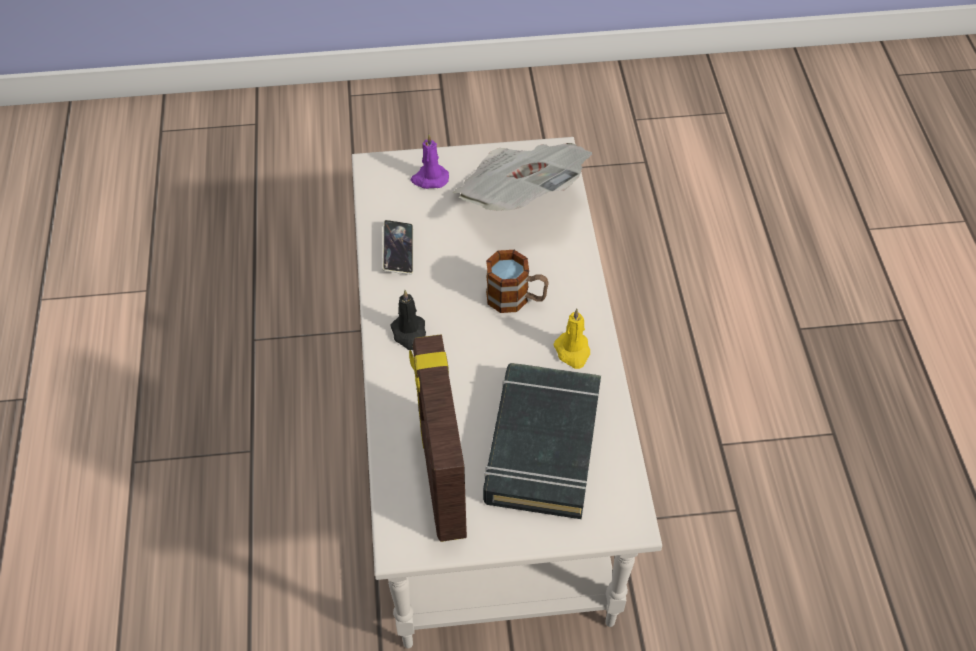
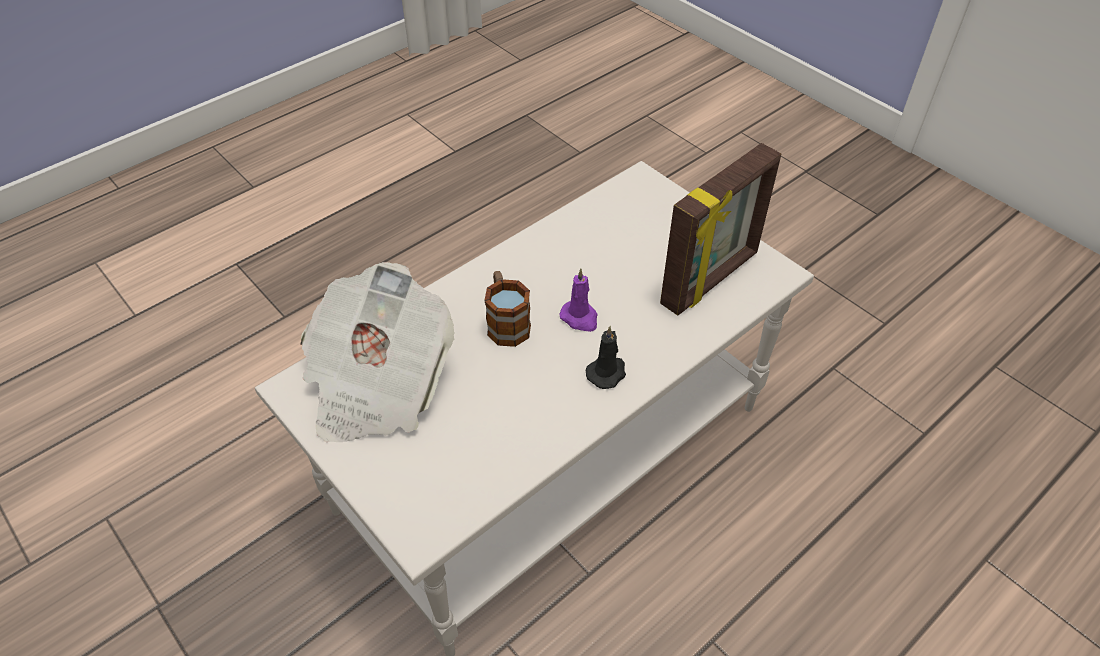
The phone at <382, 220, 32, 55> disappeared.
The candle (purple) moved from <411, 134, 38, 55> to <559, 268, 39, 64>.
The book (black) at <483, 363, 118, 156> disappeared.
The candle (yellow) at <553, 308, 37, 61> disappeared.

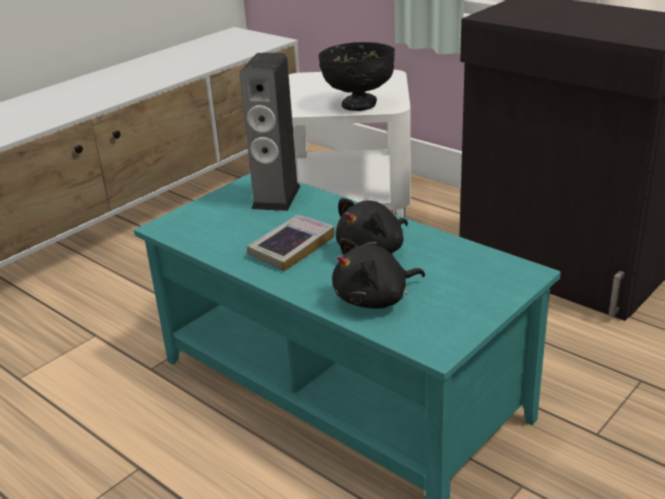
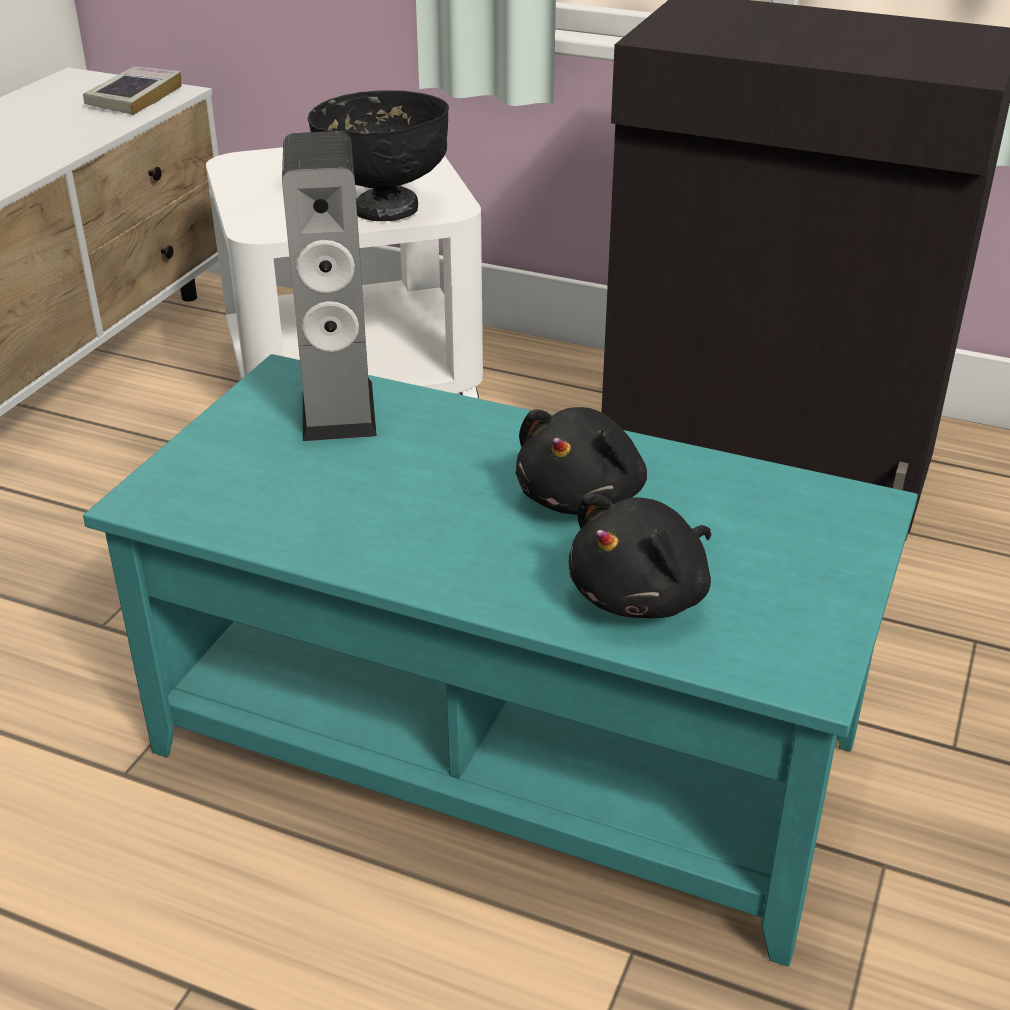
The book moved from <247, 215, 87, 56> to <83, 67, 99, 48>.

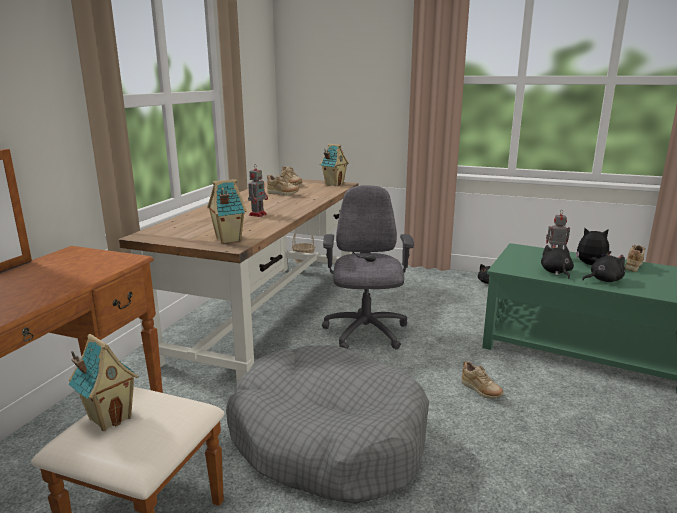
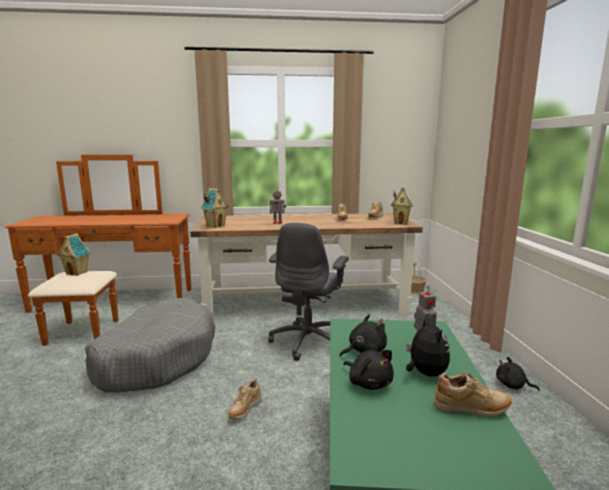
The office chair (grey) at <322, 185, 92, 165> turned 135 degrees clockwise.

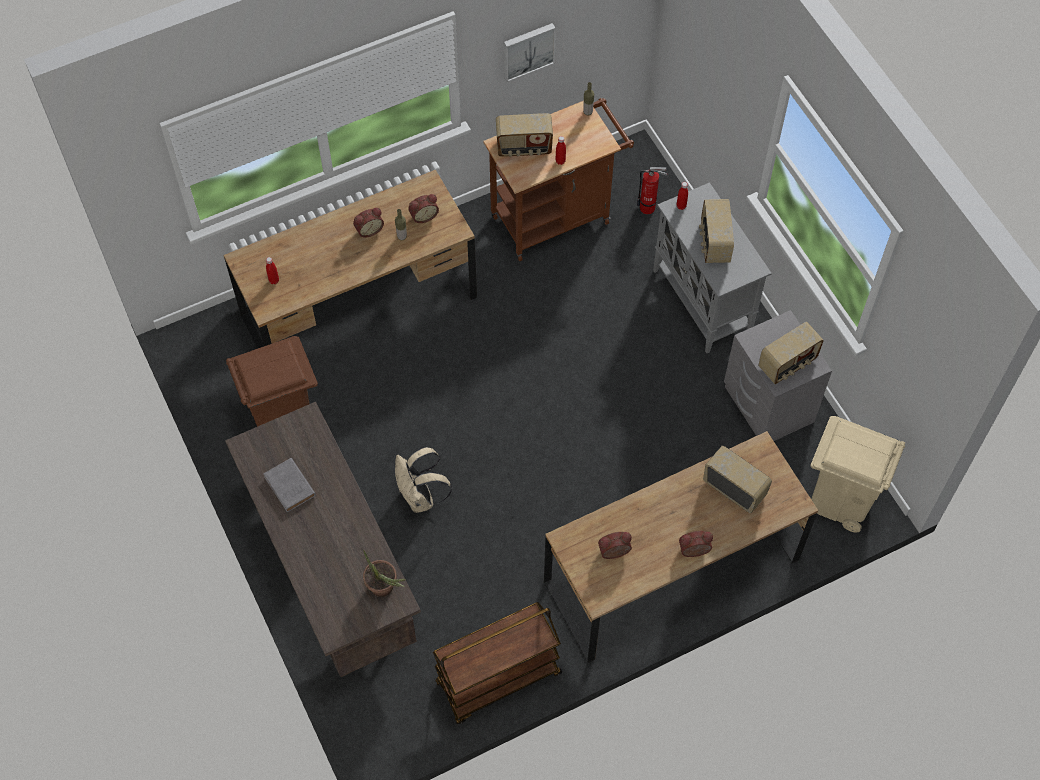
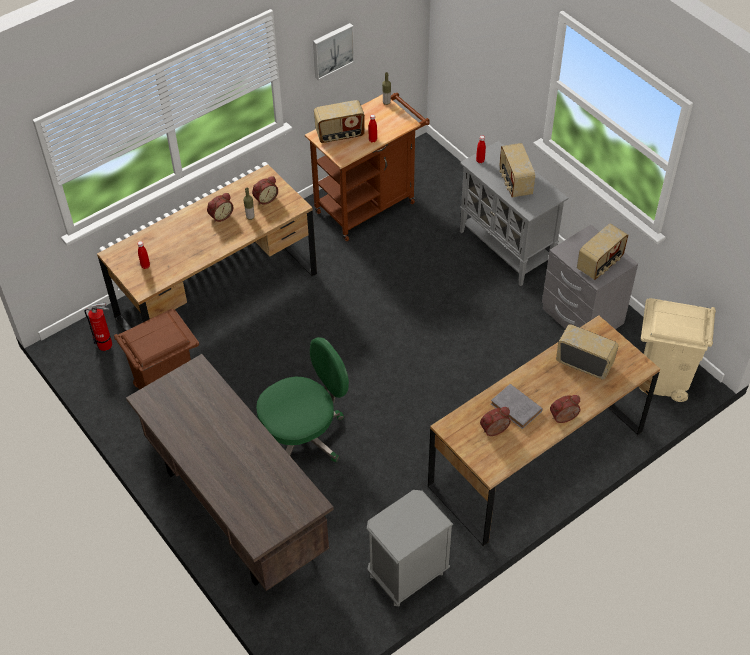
The book (grey) moved from <264, 458, 52, 54> to <491, 384, 52, 45>.
The potted plant at <363, 549, 43, 48> disappeared.
The backpack (beige) at <395, 447, 57, 66> was replaced by the office chair (green) at <256, 337, 93, 125>.
The cart (brown) at <433, 602, 129, 122> was replaced by the nightstand (grey) at <367, 490, 86, 117>.
The fire extinguisher moved from <637, 167, 30, 47> to <84, 303, 28, 48>.

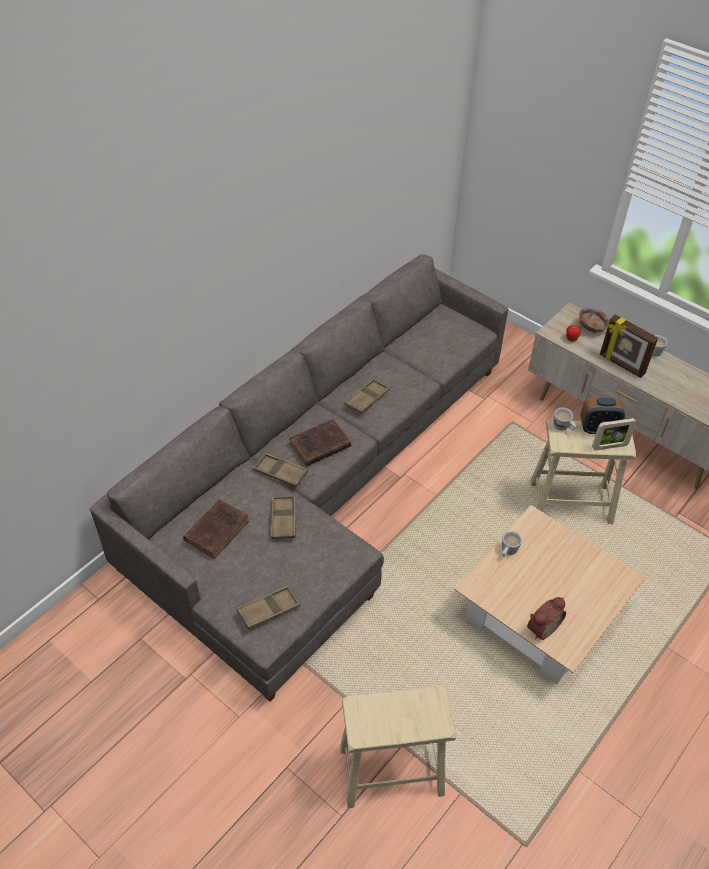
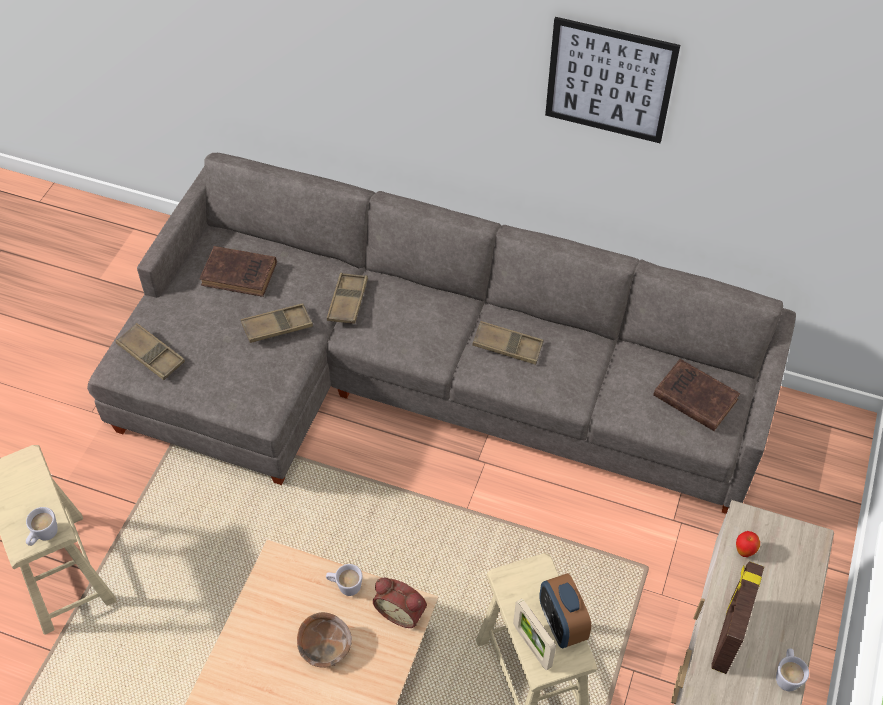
The book (brown) moved from <289, 419, 62, 47> to <653, 359, 87, 72>.
The alarm clock moved from <527, 597, 39, 43> to <373, 577, 54, 51>.
The mug (white) moved from <554, 408, 22, 23> to <26, 507, 32, 39>.
The bowl (brown) moved from <578, 307, 31, 27> to <297, 612, 55, 56>.
The picture at <545, 17, 135, 126> appeared.

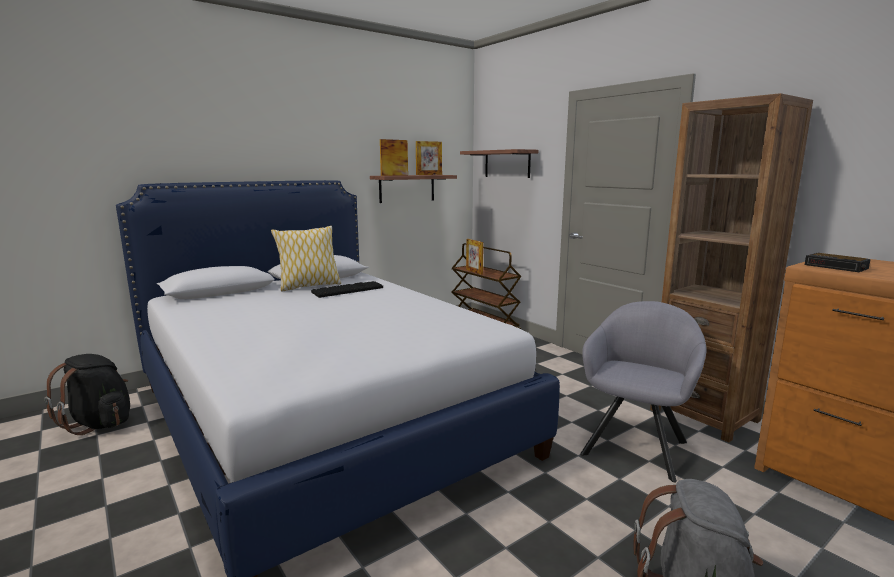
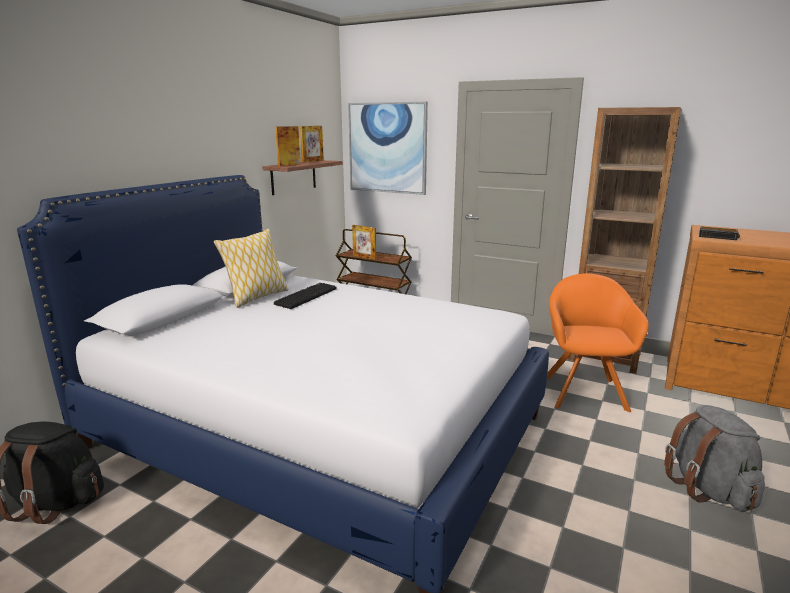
The shelf at <460, 149, 78, 29> was replaced by the picture at <348, 102, 80, 93>.
The armchair (grey) at <580, 301, 127, 181> became the armchair (orange) at <547, 273, 102, 139>.

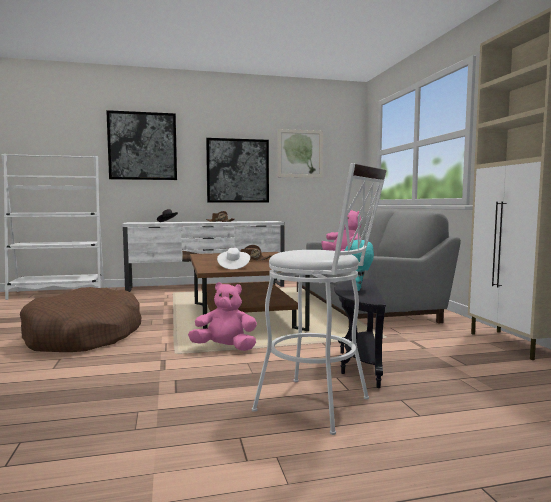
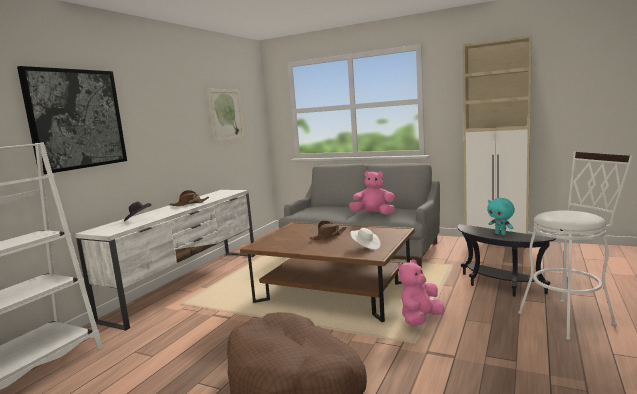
The picture at <206, 138, 63, 65> disappeared.

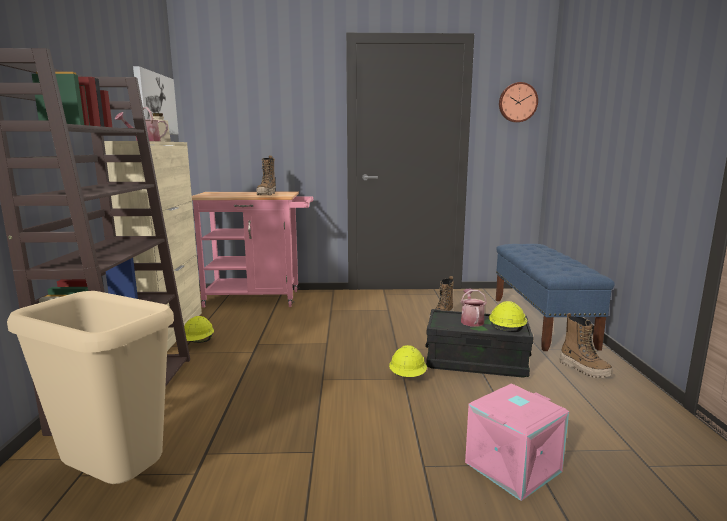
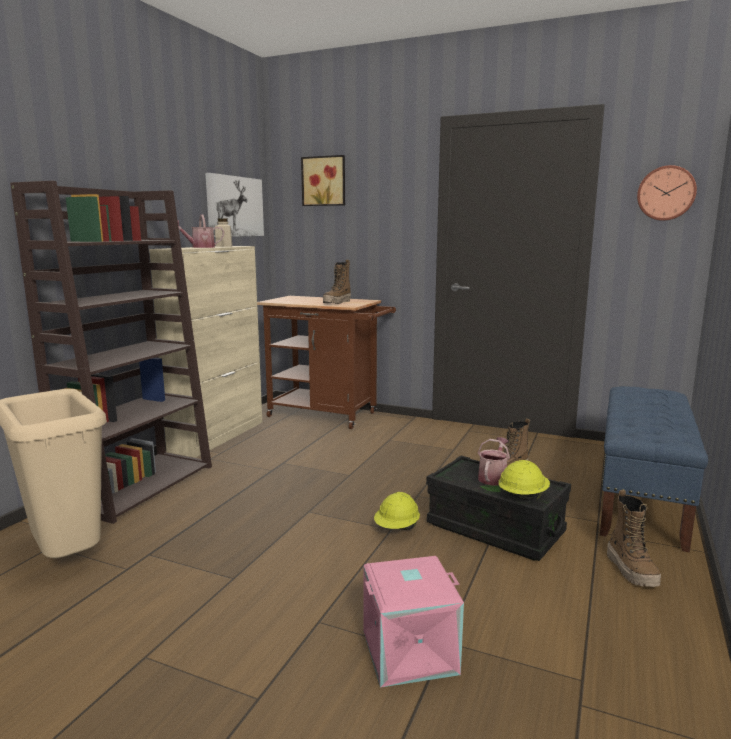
The hard hat (yellow) at <184, 316, 30, 27> disappeared.
The cart (pink) at <192, 192, 121, 116> became the cart (brown) at <257, 296, 139, 133>.
The picture at <301, 155, 44, 51> appeared.

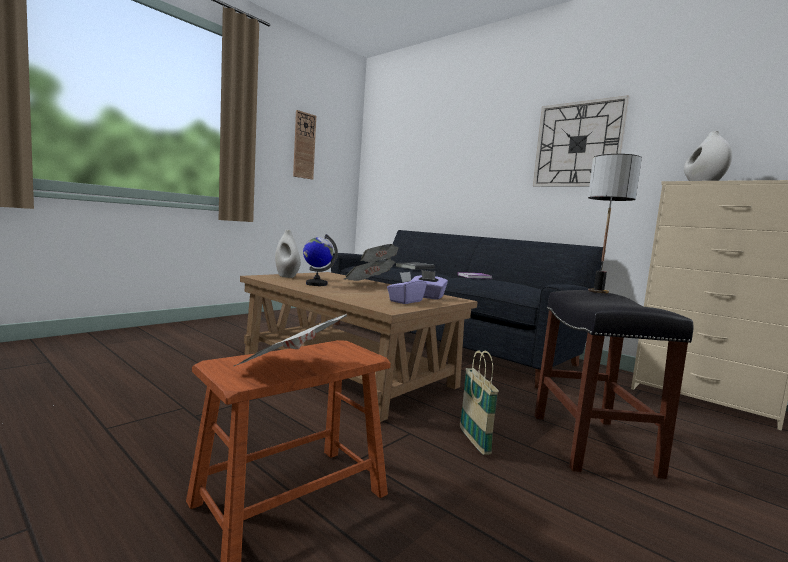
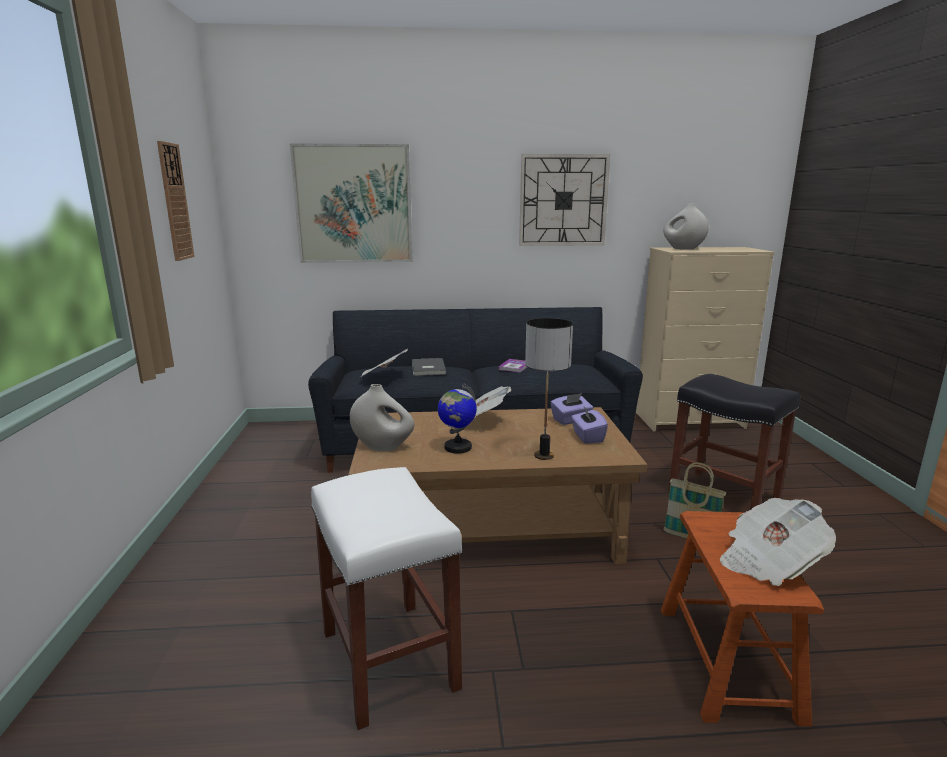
The table lamp moved from <588, 154, 54, 139> to <525, 318, 48, 142>.
The picture at <290, 143, 122, 120> appeared.
The stool (white) at <311, 467, 152, 263> appeared.

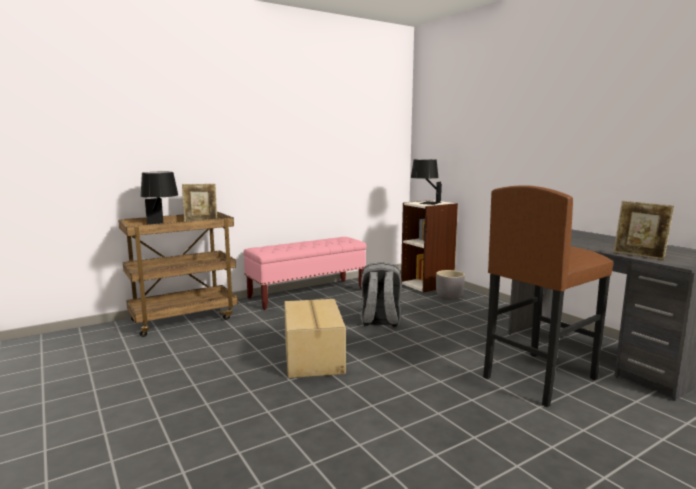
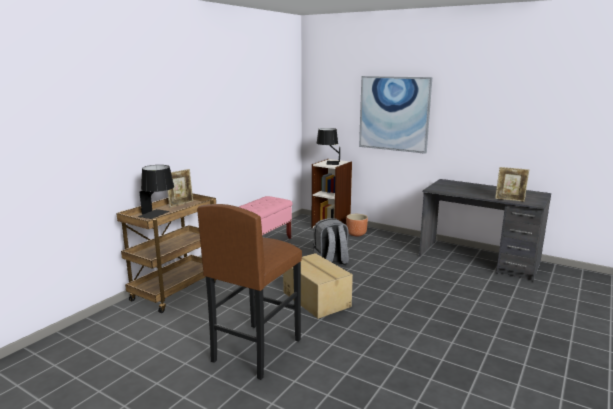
The planter (grey) at <436, 270, 29, 30> became the planter (brown) at <346, 214, 22, 22>.
The stool (brown) moved from <483, 185, 131, 222> to <197, 204, 105, 176>.
The picture at <359, 76, 73, 78> appeared.

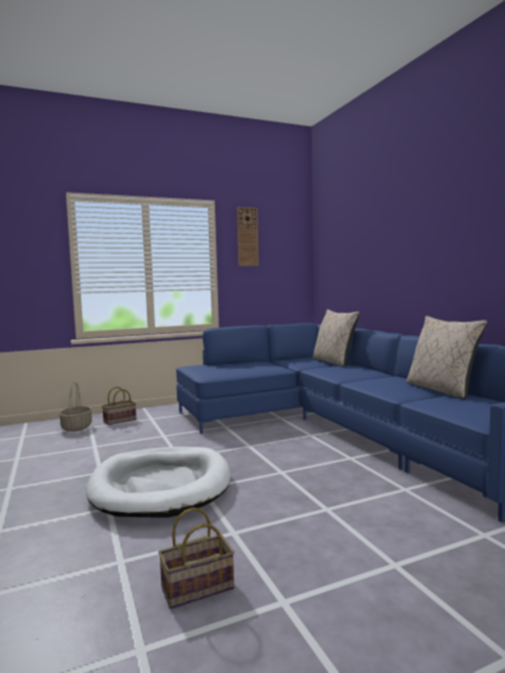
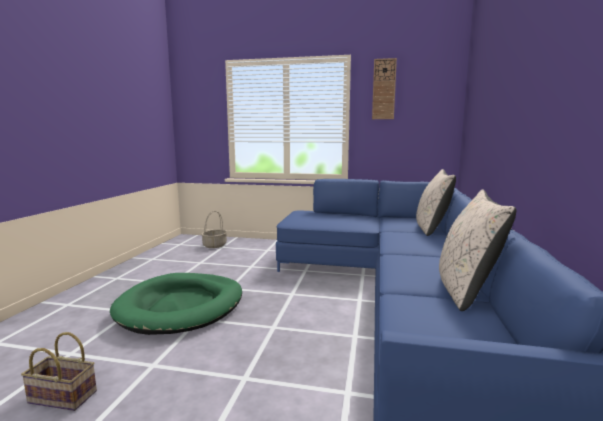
The dog bed (white) at <86, 447, 145, 70> became the dog bed (green) at <110, 273, 132, 62>.
The basket at <102, 387, 34, 38> disappeared.

